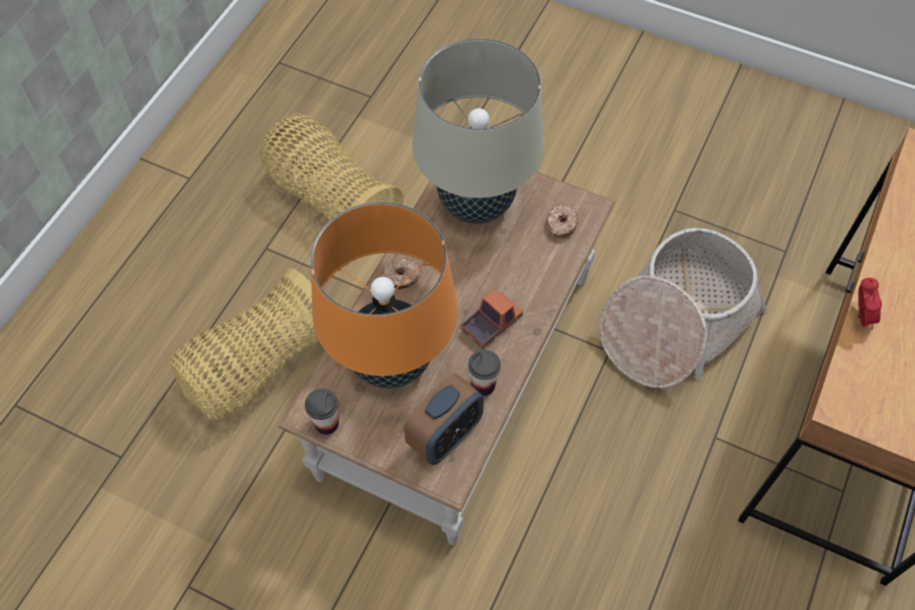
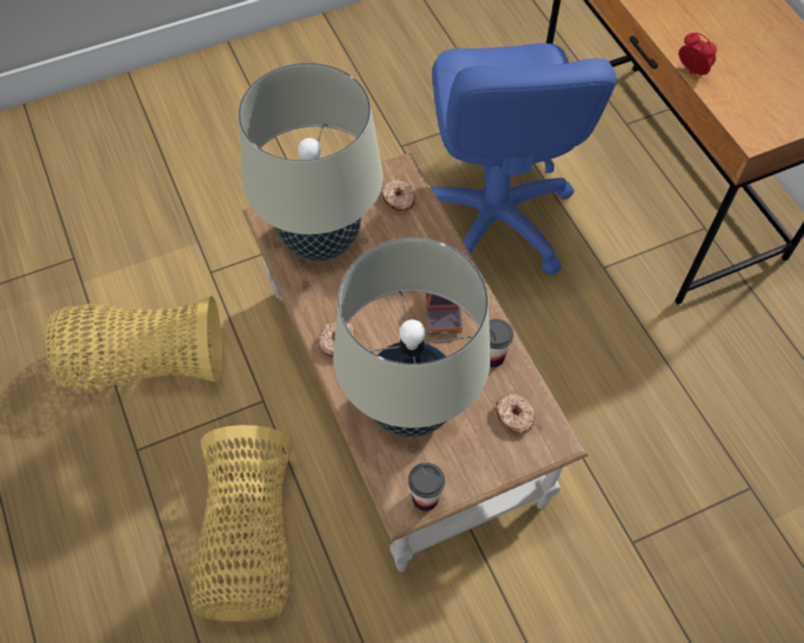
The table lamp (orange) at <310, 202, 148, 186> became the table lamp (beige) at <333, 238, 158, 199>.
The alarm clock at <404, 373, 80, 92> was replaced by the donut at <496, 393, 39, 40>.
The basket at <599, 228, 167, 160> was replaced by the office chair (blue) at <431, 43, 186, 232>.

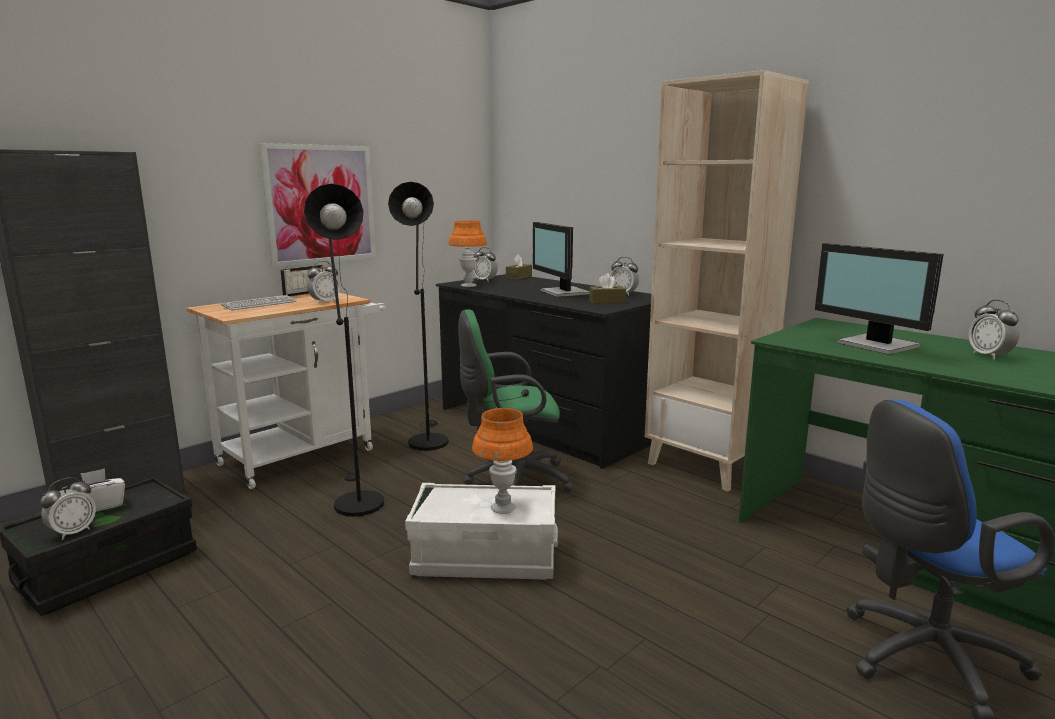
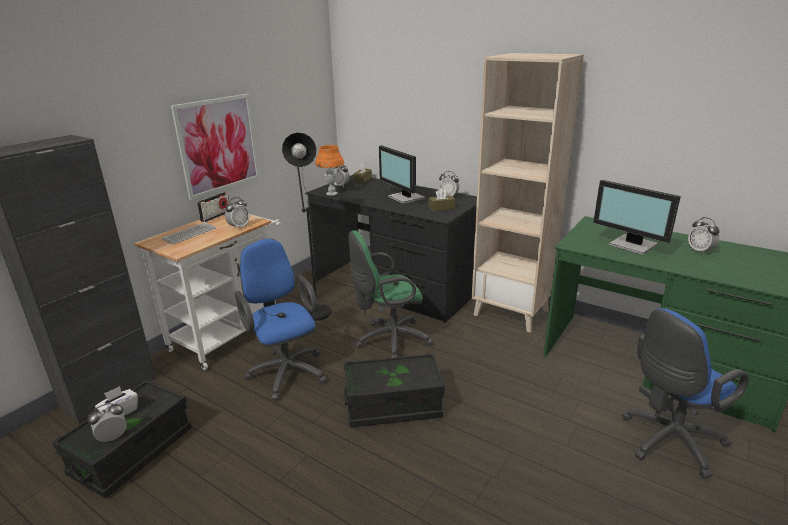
The alarm clock at <40, 477, 56, 63> turned 150 degrees counterclockwise.
The floor lamp (black) at <304, 183, 80, 334> was replaced by the office chair (blue) at <235, 239, 92, 162>.
The storage box (white) at <405, 483, 153, 97> became the storage box (black) at <344, 353, 101, 74>.
The table lamp (orange) at <472, 408, 61, 106> disappeared.

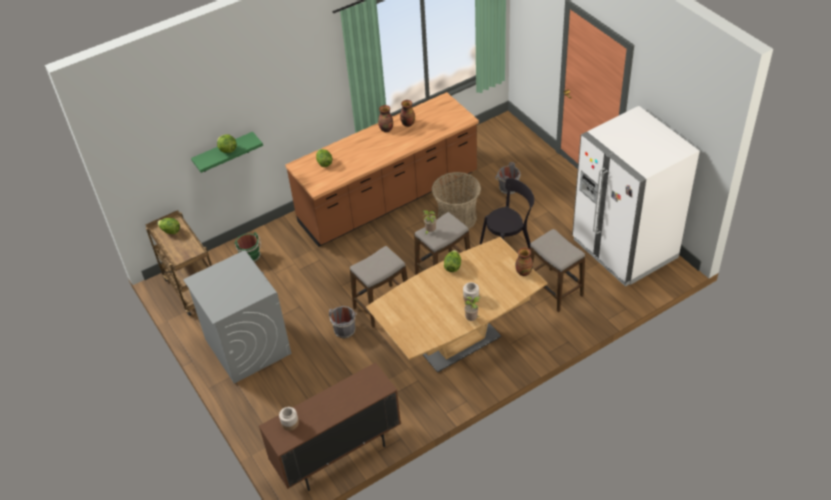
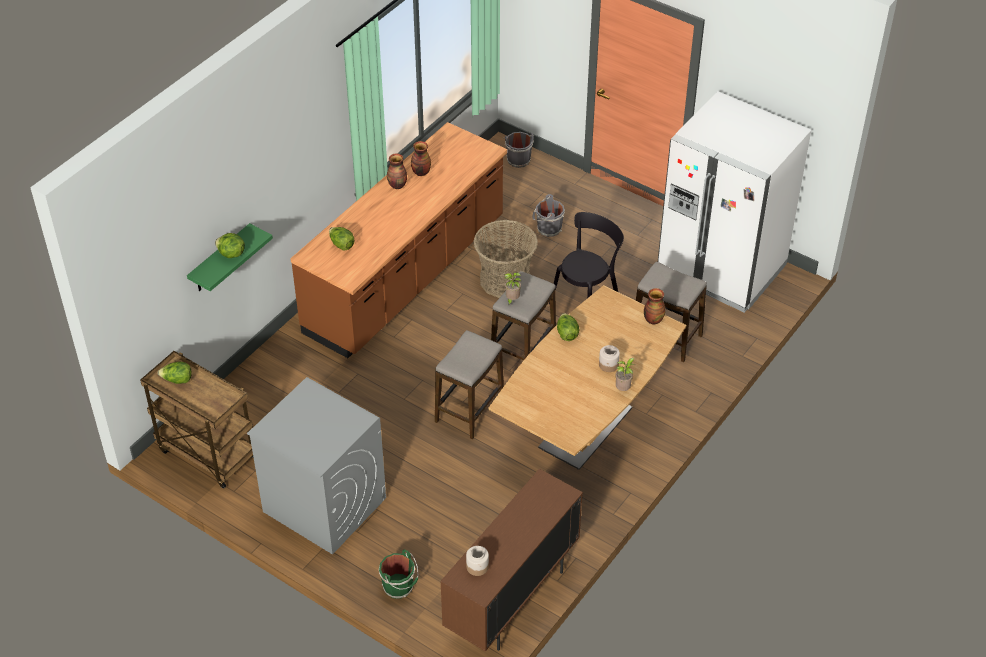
The bucket (green) moved from <234, 232, 27, 30> to <379, 550, 39, 49>.
The bucket (grey) moved from <329, 306, 28, 33> to <503, 132, 31, 36>.

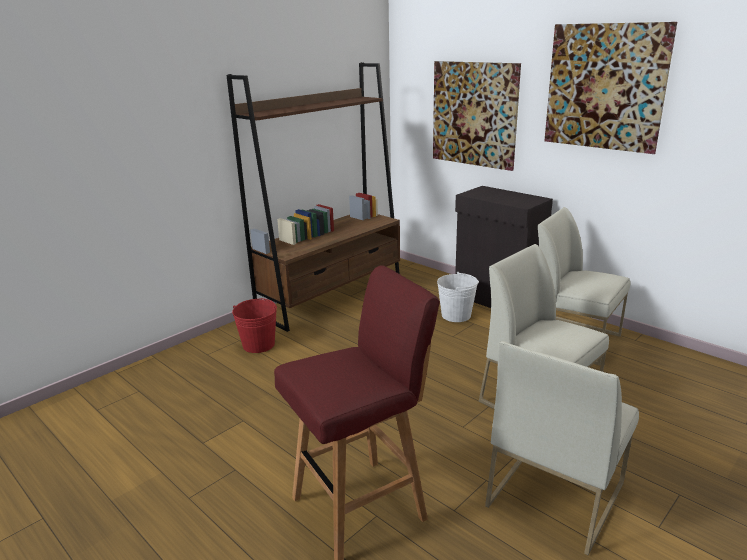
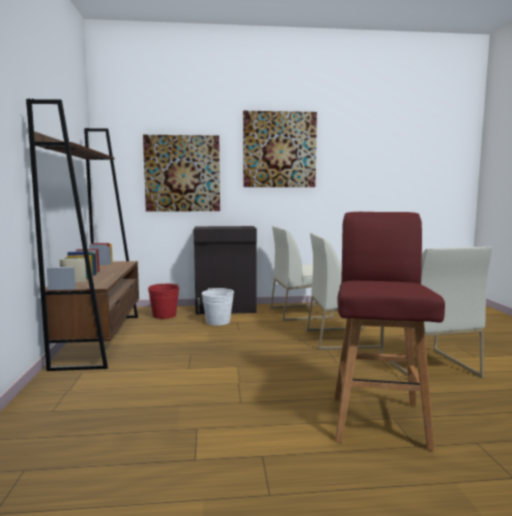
The bucket (red) moved from <232, 298, 45, 55> to <148, 284, 31, 35>.

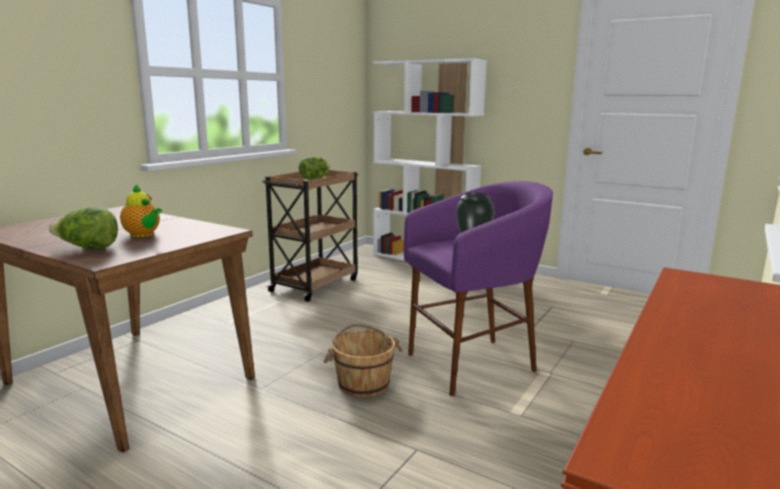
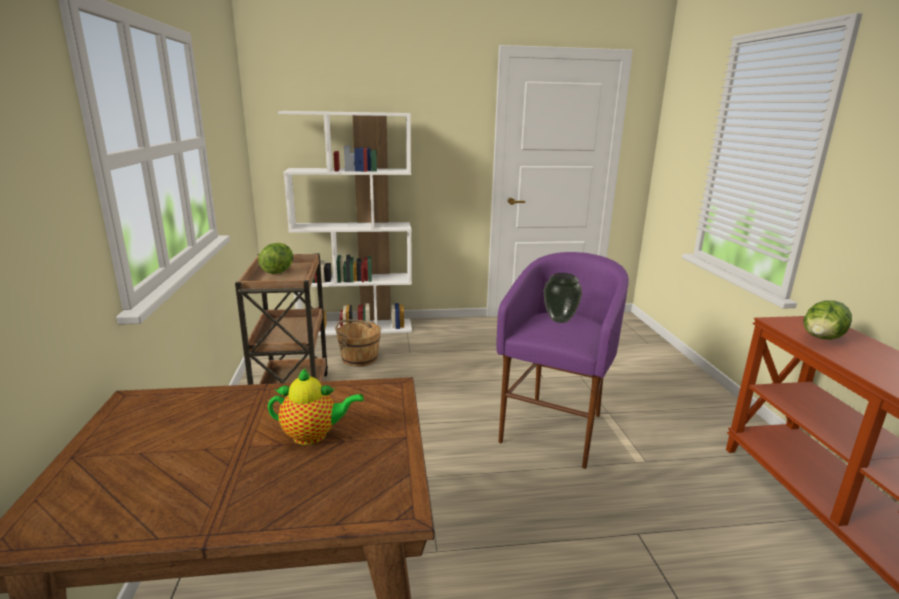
The lettuce moved from <49, 207, 69, 42> to <803, 300, 49, 40>.
The bucket (brown) moved from <324, 323, 79, 74> to <335, 319, 46, 48>.

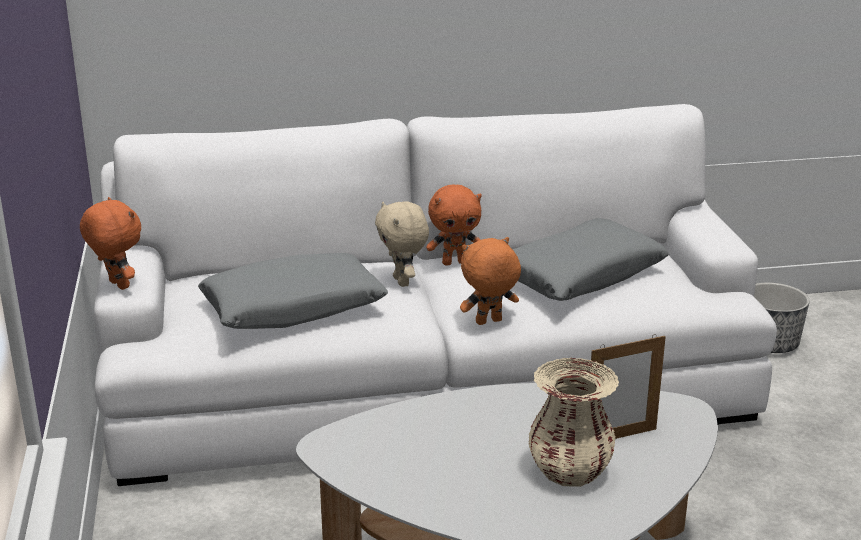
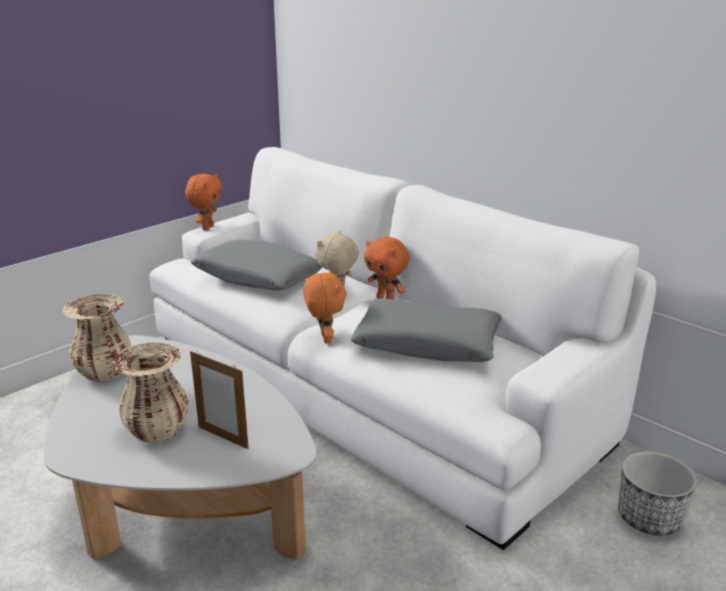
The plush toy (orange) at <460, 237, 61, 88> turned 45 degrees clockwise.
The vase (beige) at <63, 294, 68, 88> appeared.

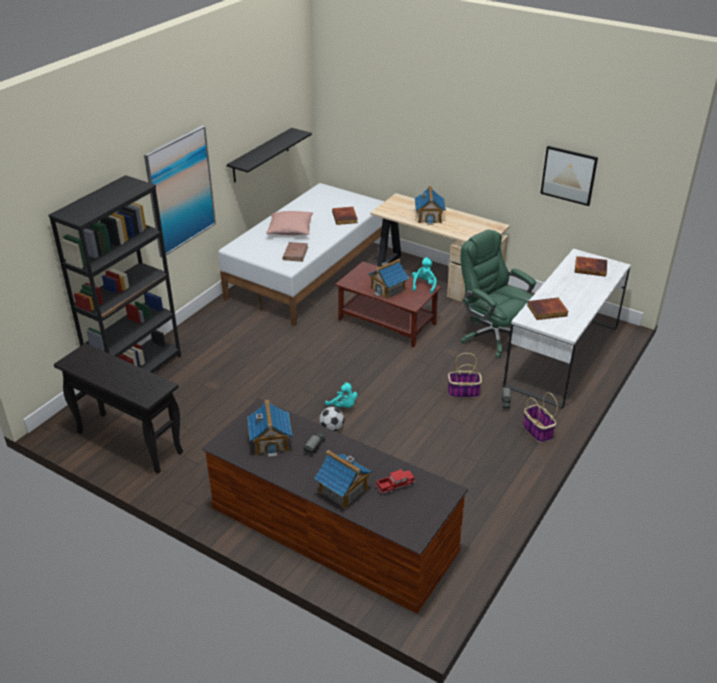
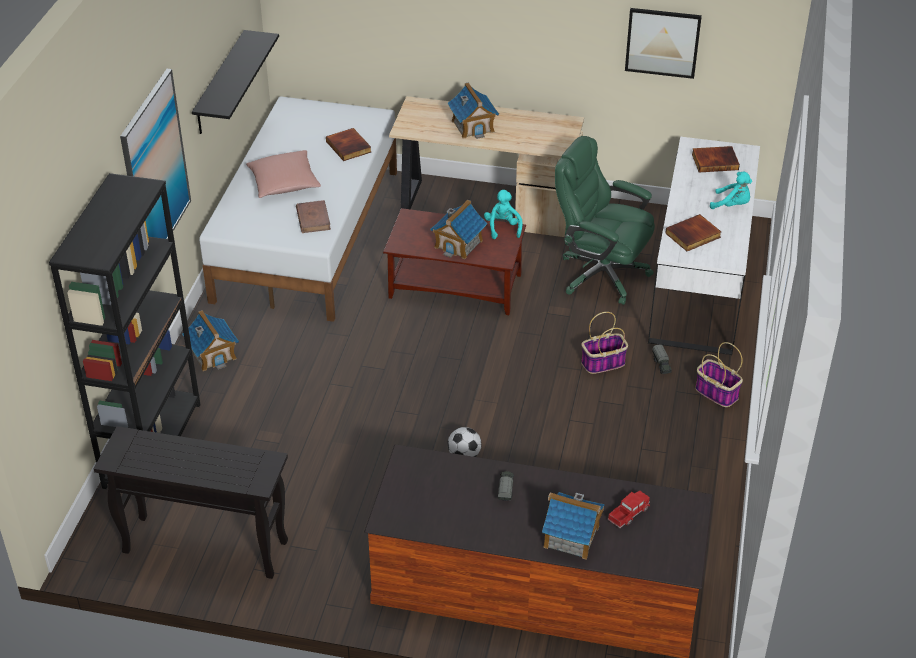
The toy house moved from <247, 400, 45, 57> to <182, 310, 57, 61>.
The plush toy (turquoise) moved from <325, 382, 33, 26> to <710, 172, 42, 37>.

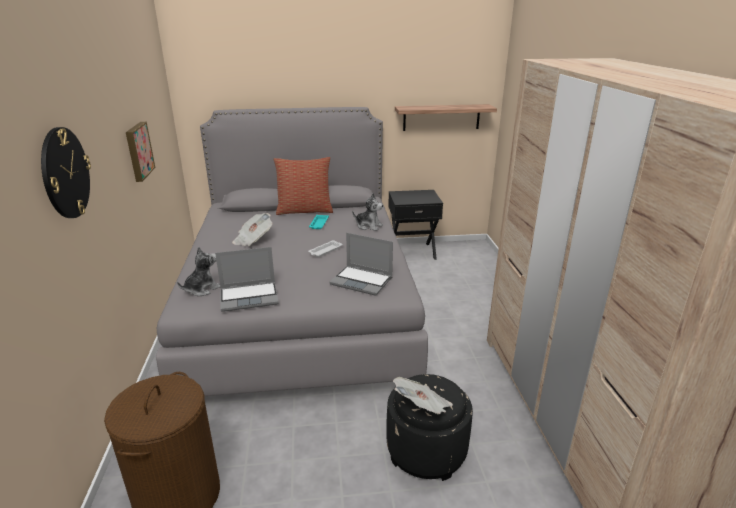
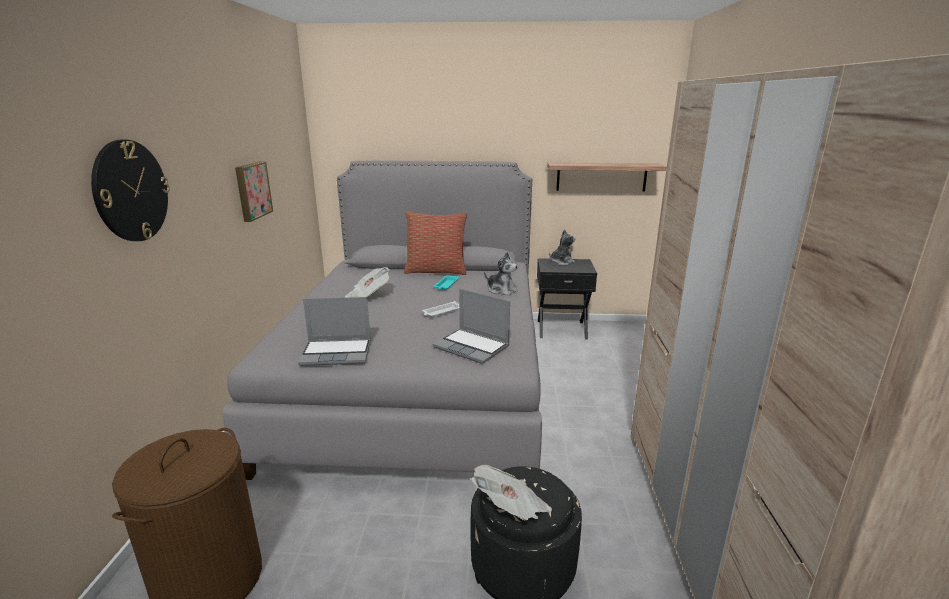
The plush toy moved from <177, 246, 43, 50> to <549, 229, 26, 37>.

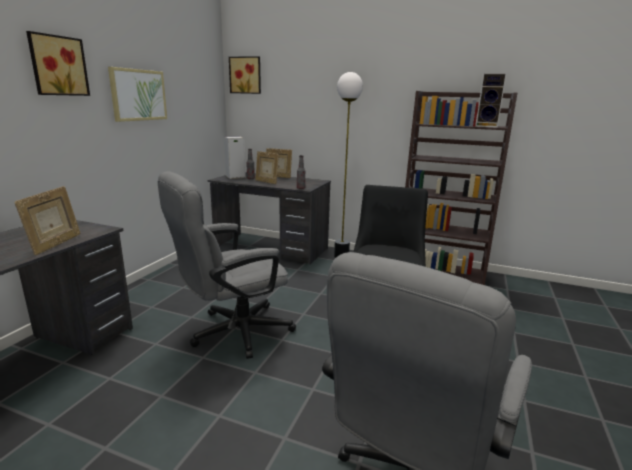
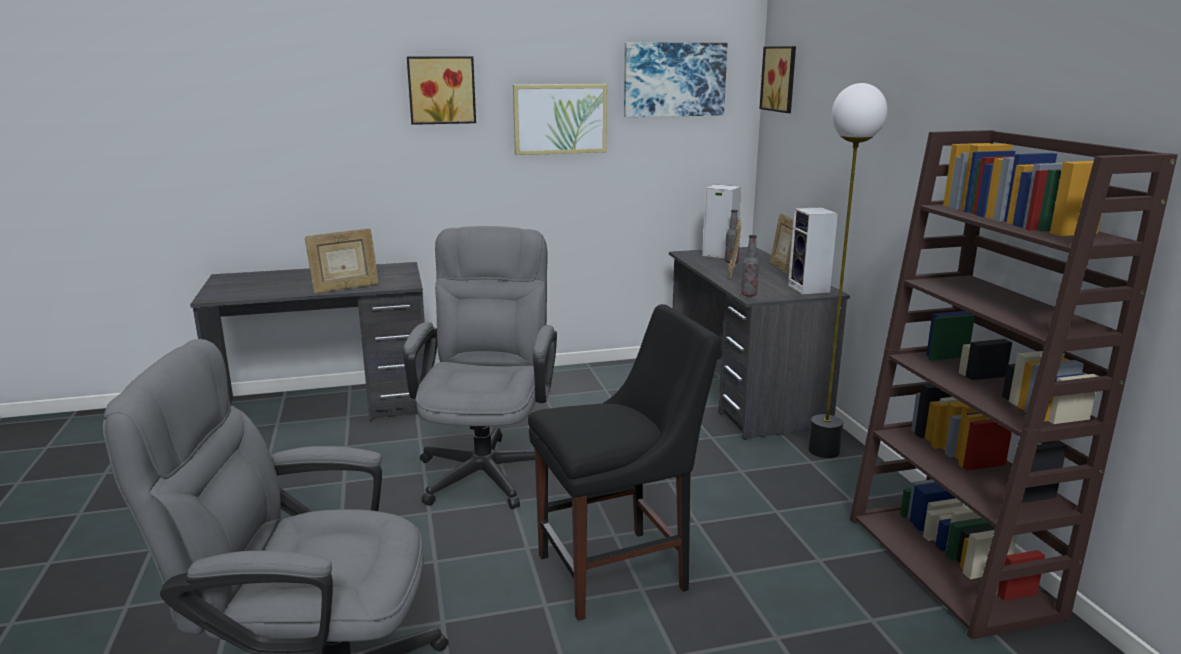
The office chair (grey) at <158, 171, 138, 188> turned 75 degrees clockwise.
The speaker moved from <475, 73, 32, 55> to <788, 207, 50, 87>.
The picture at <624, 43, 104, 74> appeared.

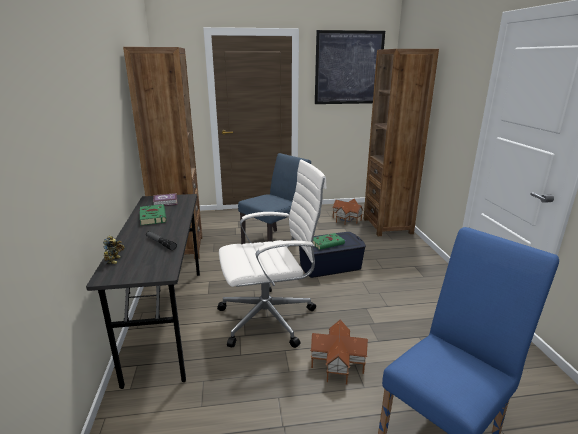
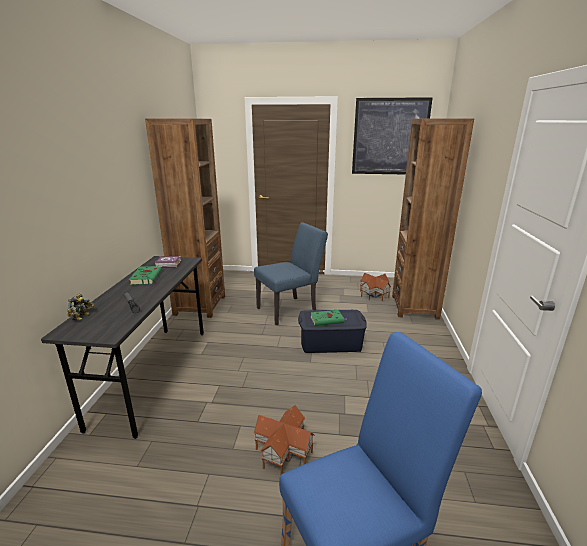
The office chair (white) at <217, 160, 110, 188> disappeared.

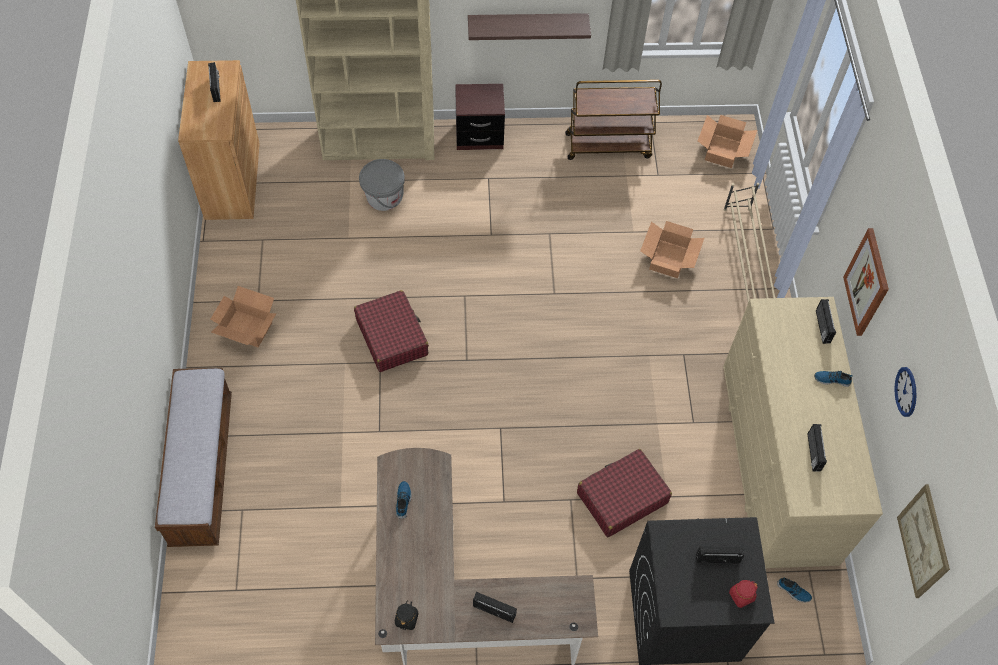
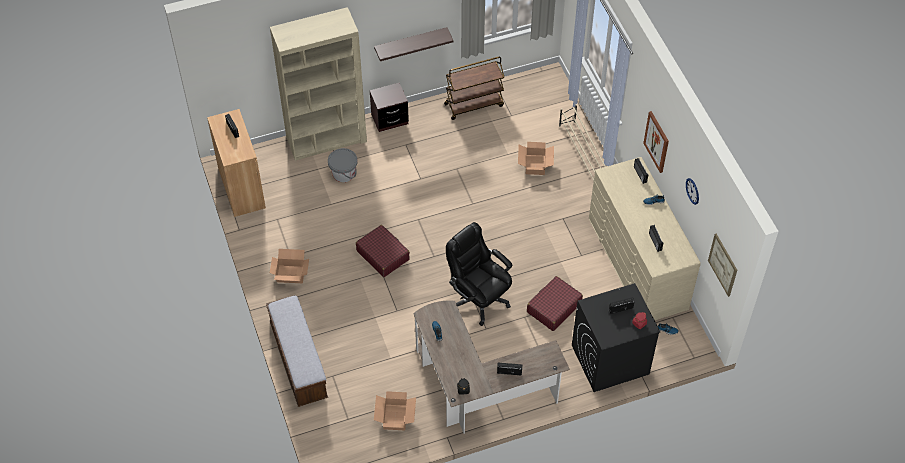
The cardboard box moved from <698, 115, 59, 53> to <374, 391, 42, 39>.
The office chair (black) at <446, 222, 67, 104> appeared.

